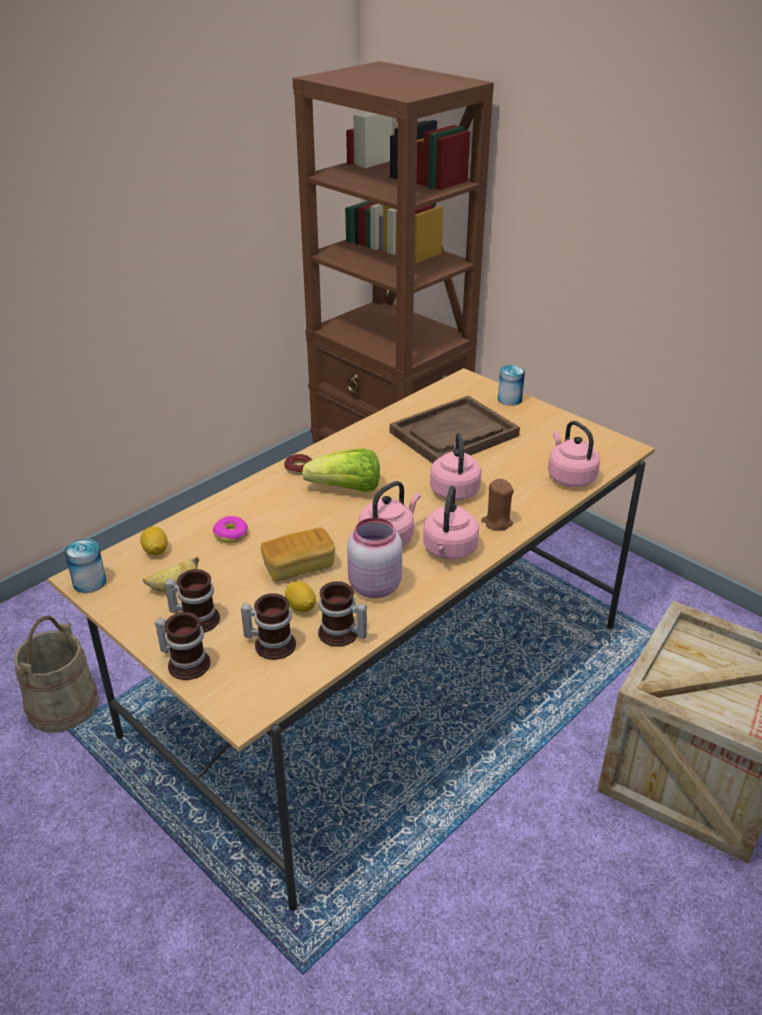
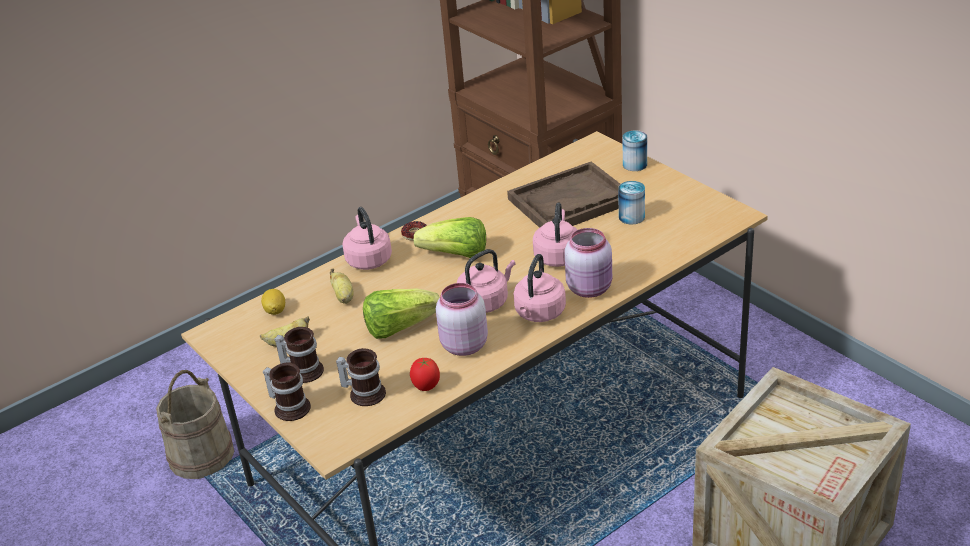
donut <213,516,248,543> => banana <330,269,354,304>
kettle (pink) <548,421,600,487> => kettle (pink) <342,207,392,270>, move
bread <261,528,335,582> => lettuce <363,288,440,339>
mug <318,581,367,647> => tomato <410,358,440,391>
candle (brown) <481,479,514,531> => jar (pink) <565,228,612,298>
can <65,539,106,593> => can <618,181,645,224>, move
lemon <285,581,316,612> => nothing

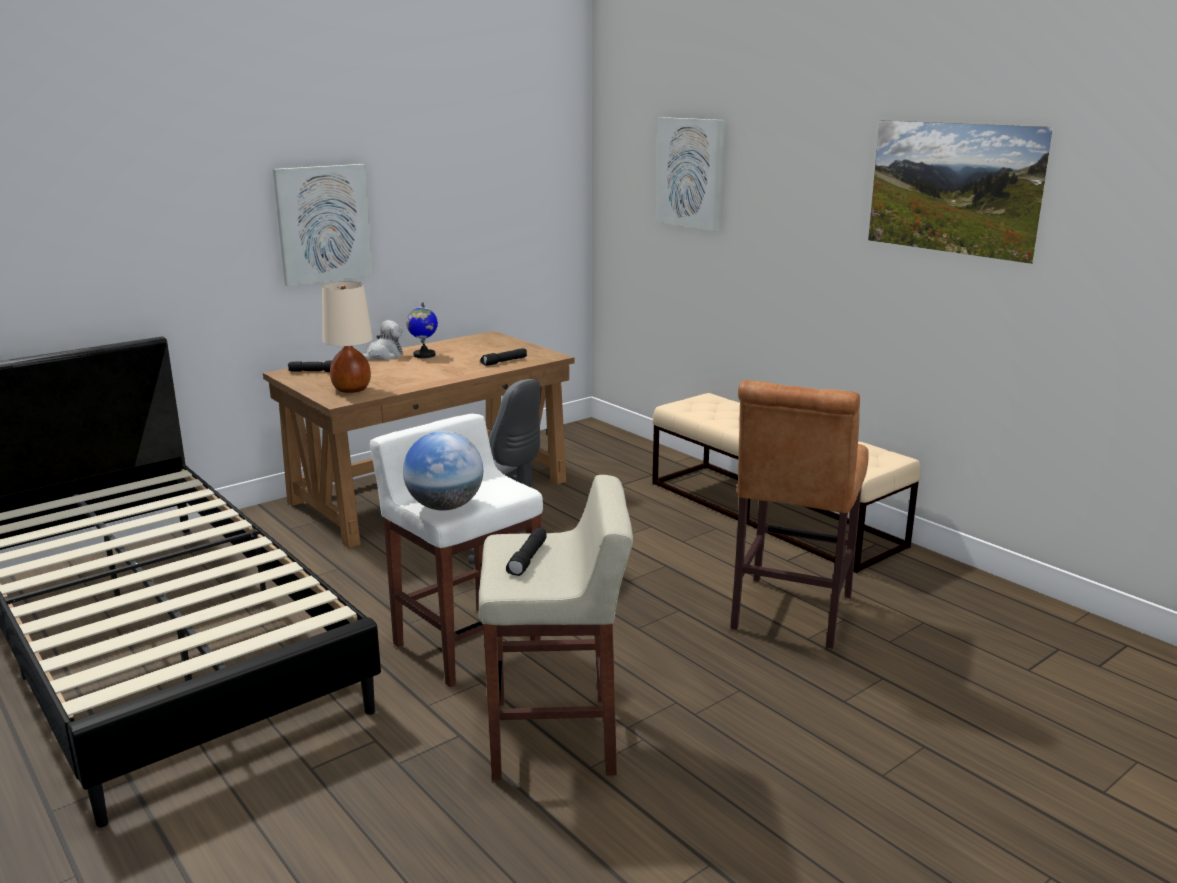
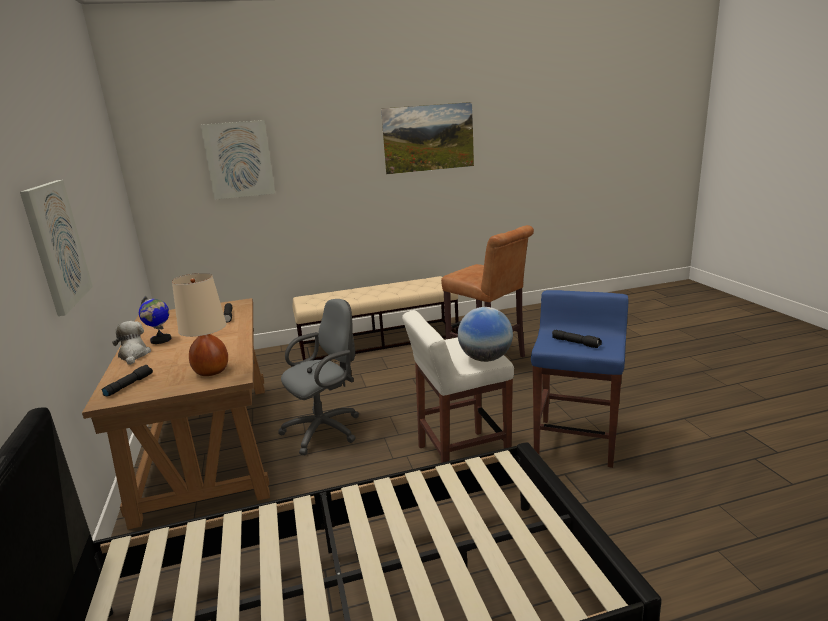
stool (beige) <479,475,633,780> => stool (blue) <531,290,628,468>

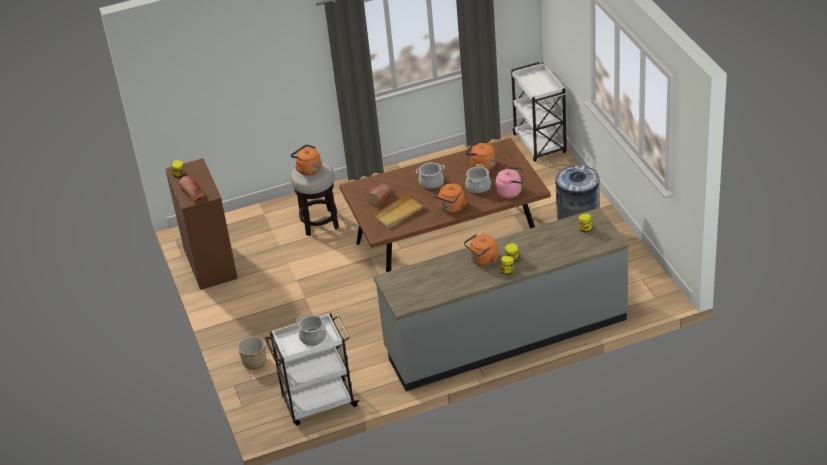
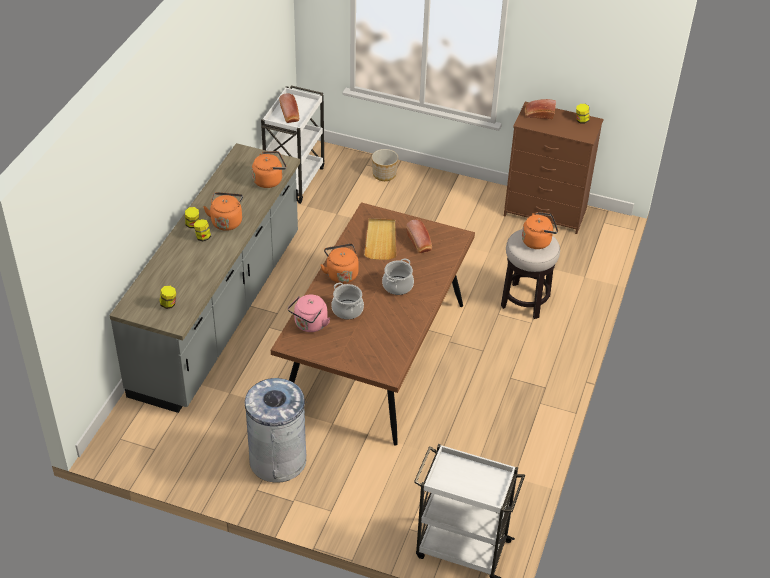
kettle (orange) <466,140,496,170> => kettle (orange) <252,151,287,188>, move
cooking pot <296,315,327,346> => bread <279,93,299,123>

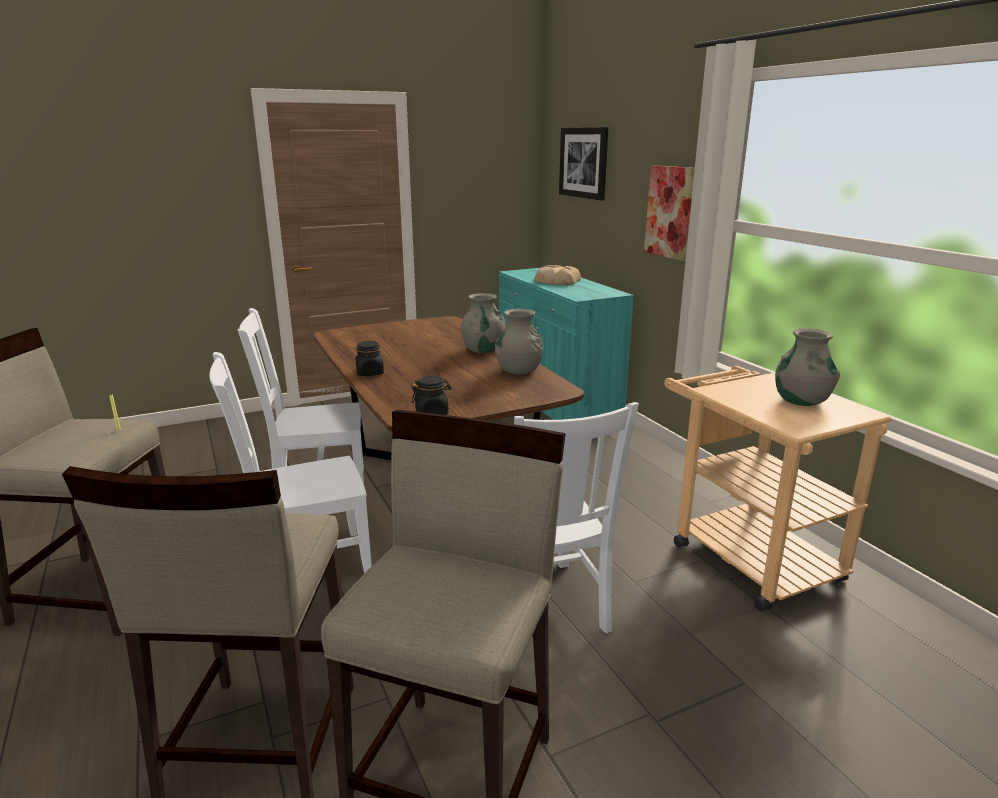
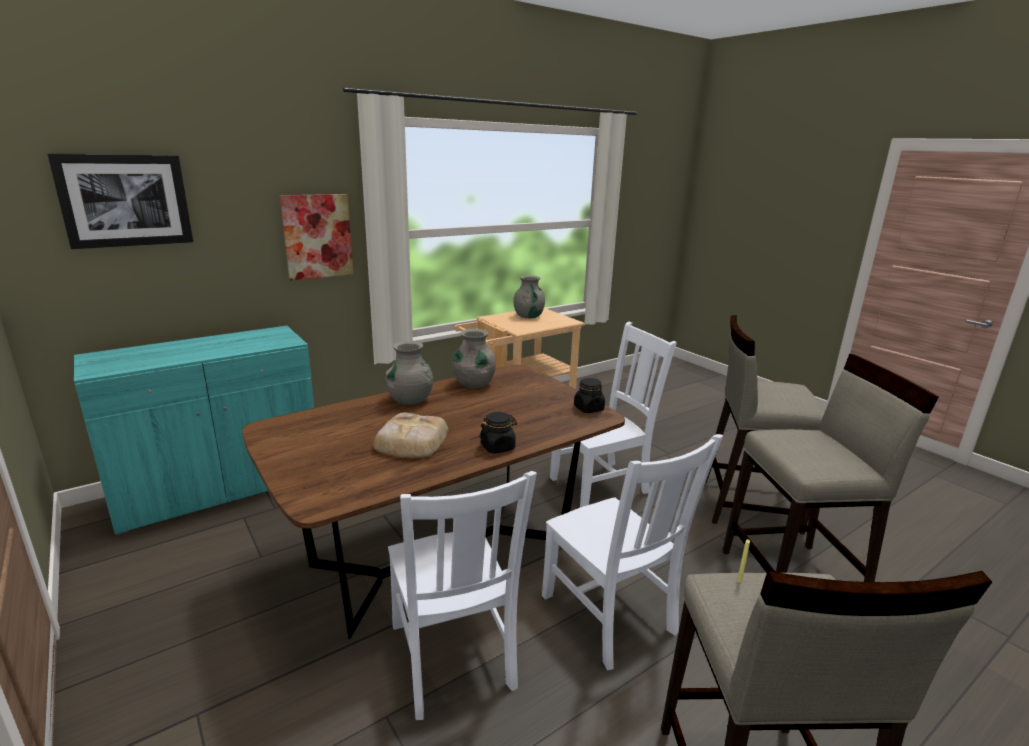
bread <534,265,581,285> => bread <373,412,448,458>, move

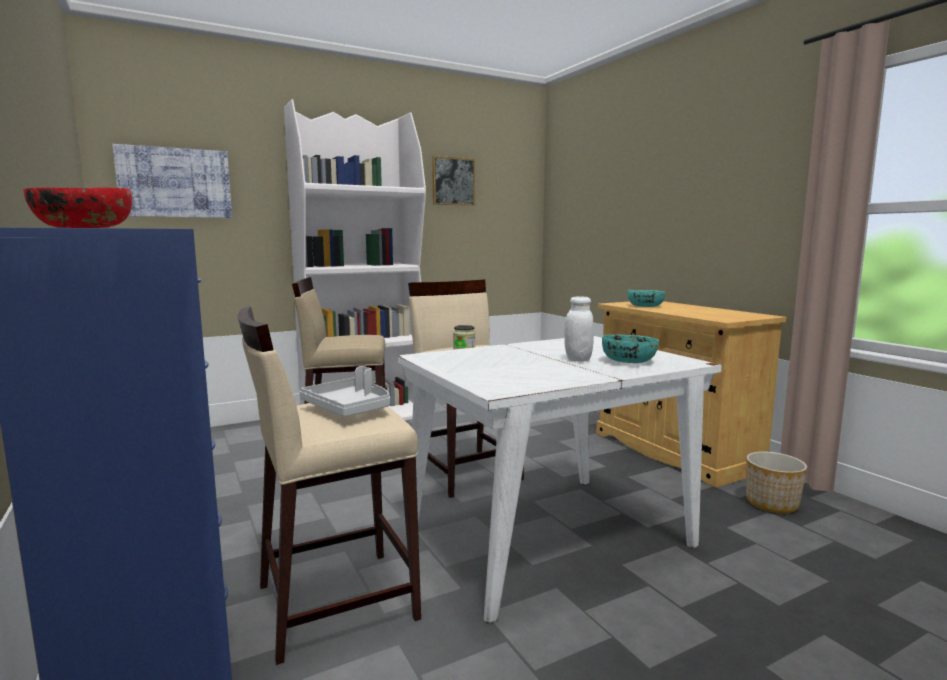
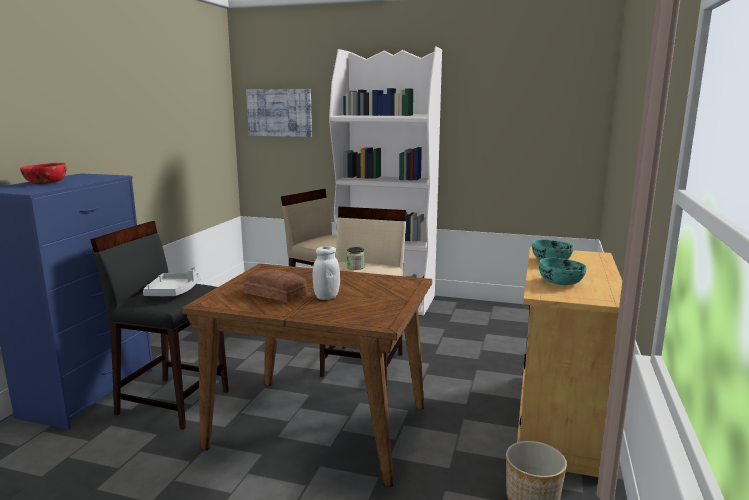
stool (beige) <238,306,421,665> => stool (black) <90,221,229,430>
dining table (white) <397,336,722,623> => dining table (brown) <181,263,432,487>
nothing => bread <244,269,308,303>
bowl (turquoise) <602,335,659,363> => bowl (turquoise) <539,258,587,285>, move
picture <432,156,475,206> => nothing

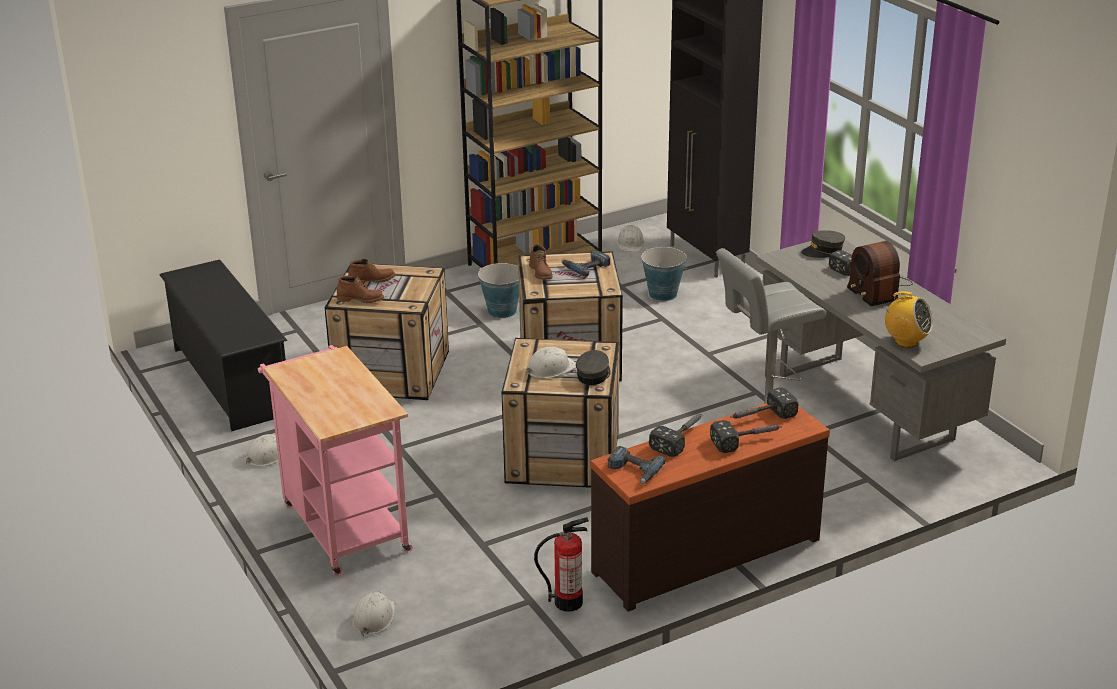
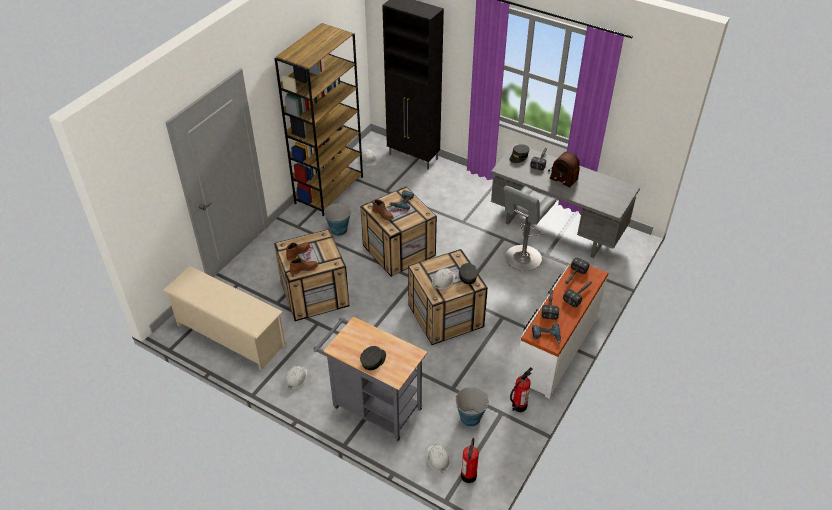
shoe rack (black) <159,260,287,431> => shoe rack (beige) <162,266,286,370>
cart (pink) <258,345,413,576> => cart (grey) <313,317,428,442>
nothing => cap (grey) <360,346,386,370>
bucket <641,247,687,301> => bucket <455,387,489,427>, move
nothing => fire extinguisher <461,438,479,483>
dresser (brown) <590,403,830,612> => dresser (white) <515,259,608,399>
radio <882,291,933,348> => nothing

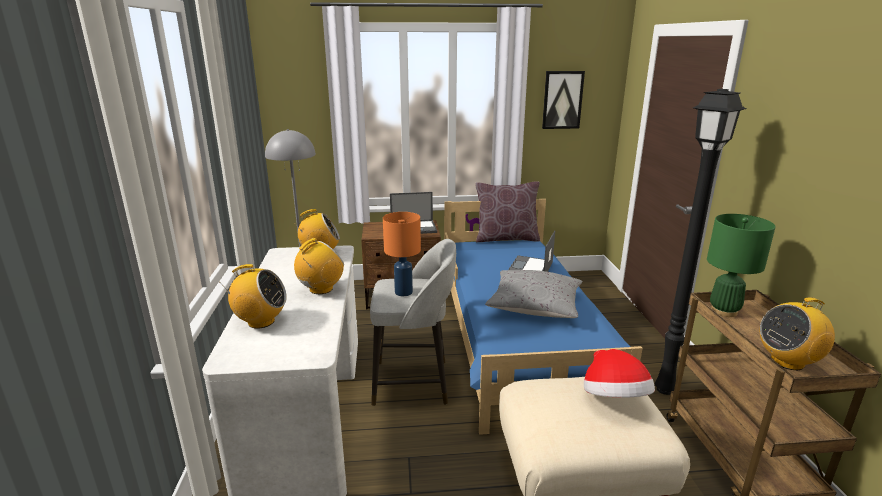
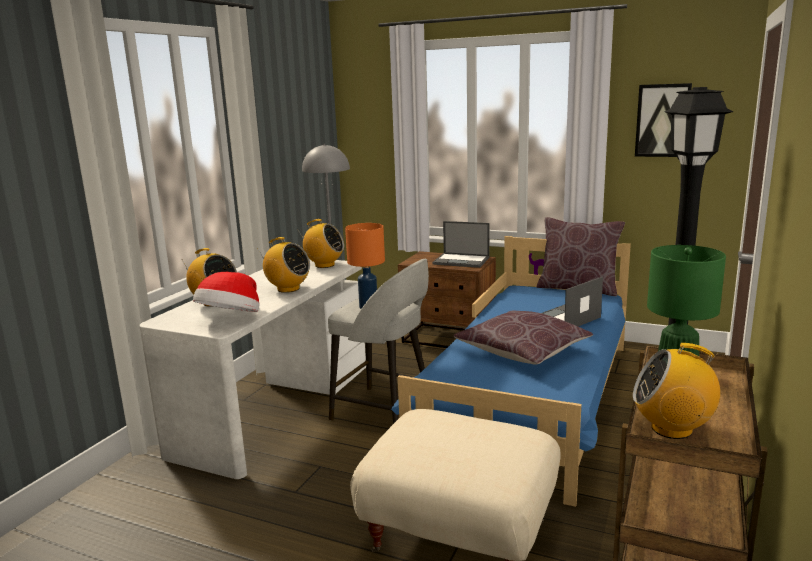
hat <584,349,655,398> => hat <193,272,260,312>, move
radio <294,238,344,294> => radio <257,237,310,293>, 45 degrees clockwise
pillow (grey) <485,270,582,318> => pillow (brown) <453,310,593,365>

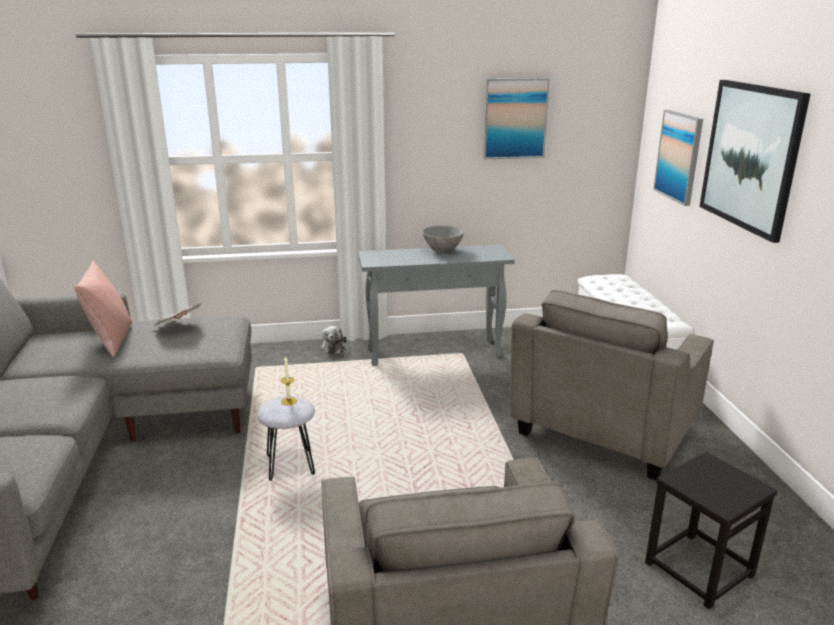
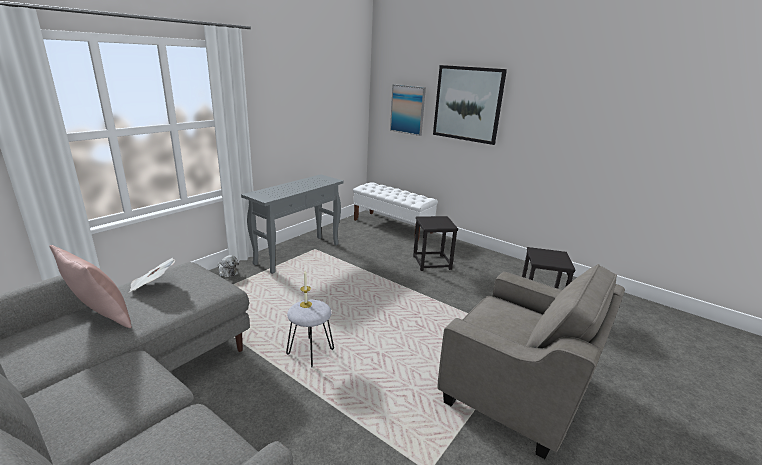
armchair (grey) <510,290,714,480> => stool (black) <413,216,458,271>
bowl (grey) <423,226,464,253> => nothing
picture <483,78,550,159> => nothing

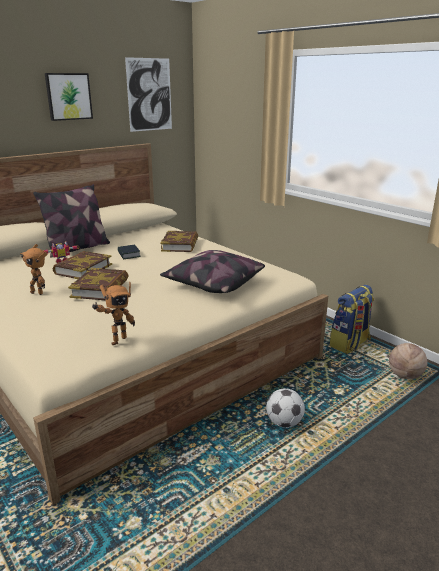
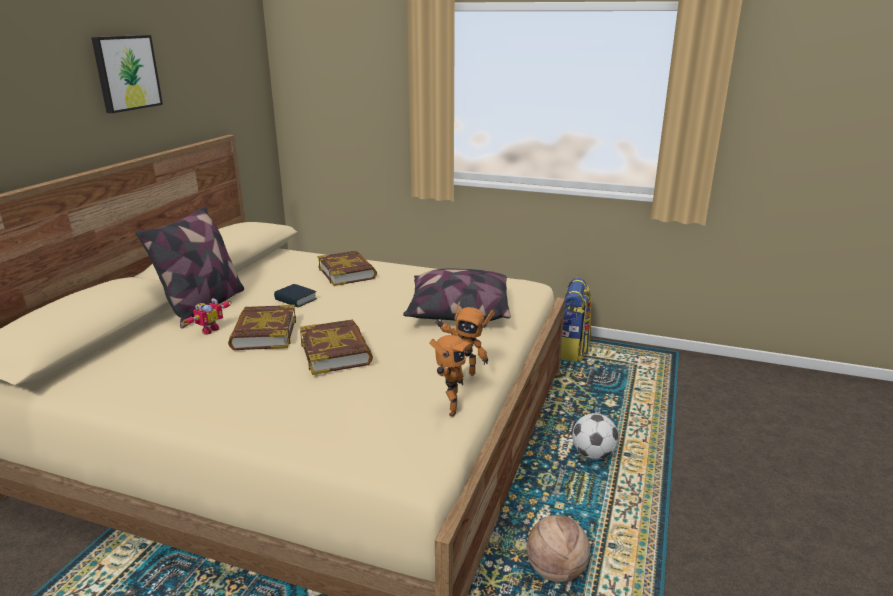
toy robot <20,244,48,295> => toy robot <435,302,495,376>, move
basketball <389,343,427,379> => basketball <527,515,590,582>, move
picture <125,57,172,132> => nothing

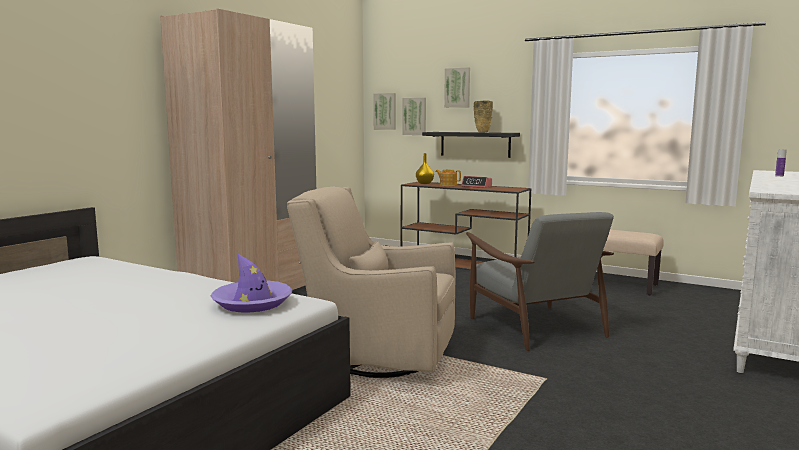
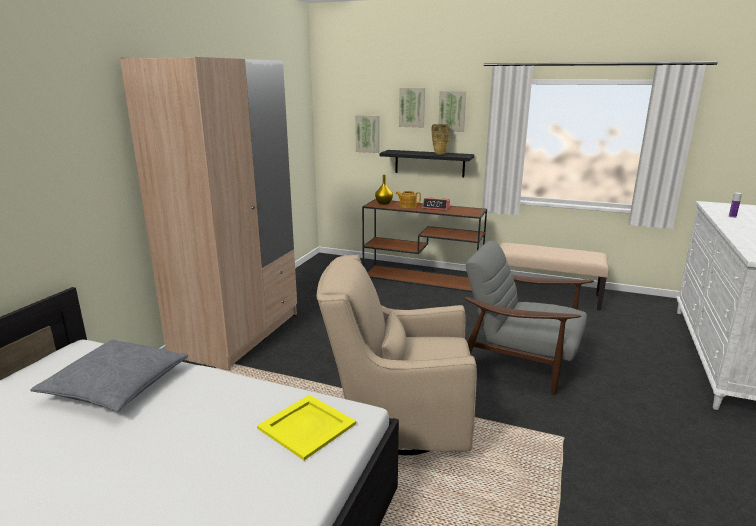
nothing => pillow (grey) <30,340,188,412>
hat (purple) <211,254,293,313> => tray (yellow) <257,395,356,460>
picture <373,93,396,130> => picture <438,91,466,132>, move
armchair (grey) <466,212,614,351> => armchair (grey) <464,241,594,395>, 150 degrees clockwise

